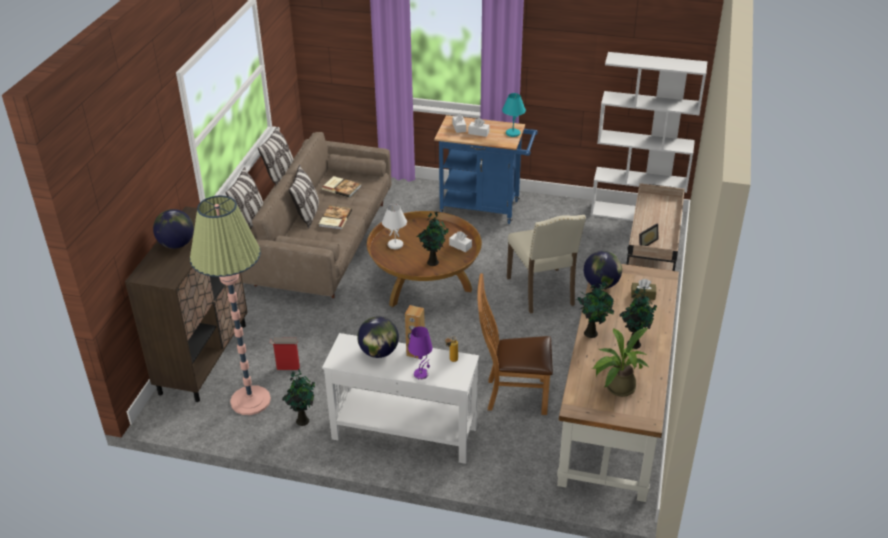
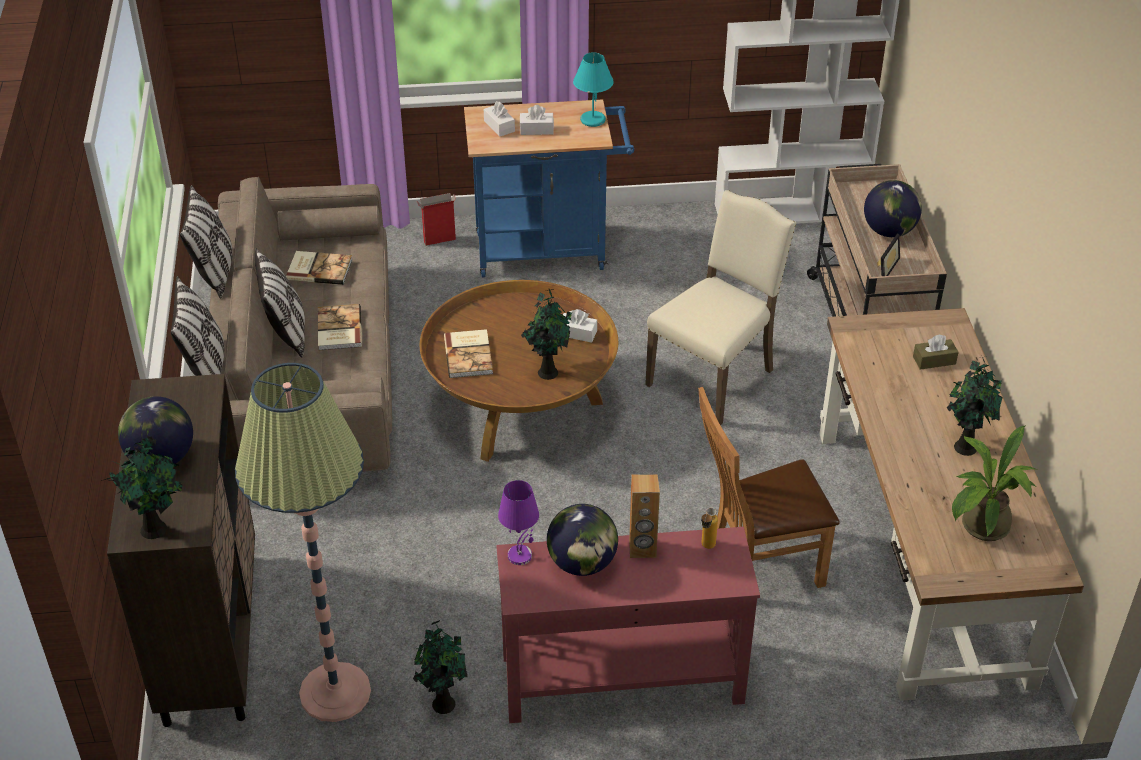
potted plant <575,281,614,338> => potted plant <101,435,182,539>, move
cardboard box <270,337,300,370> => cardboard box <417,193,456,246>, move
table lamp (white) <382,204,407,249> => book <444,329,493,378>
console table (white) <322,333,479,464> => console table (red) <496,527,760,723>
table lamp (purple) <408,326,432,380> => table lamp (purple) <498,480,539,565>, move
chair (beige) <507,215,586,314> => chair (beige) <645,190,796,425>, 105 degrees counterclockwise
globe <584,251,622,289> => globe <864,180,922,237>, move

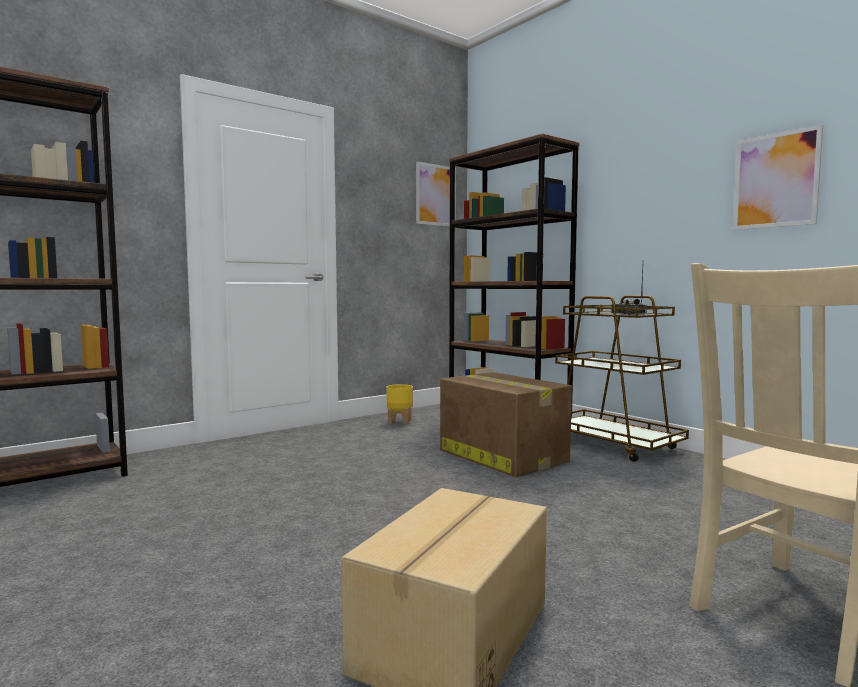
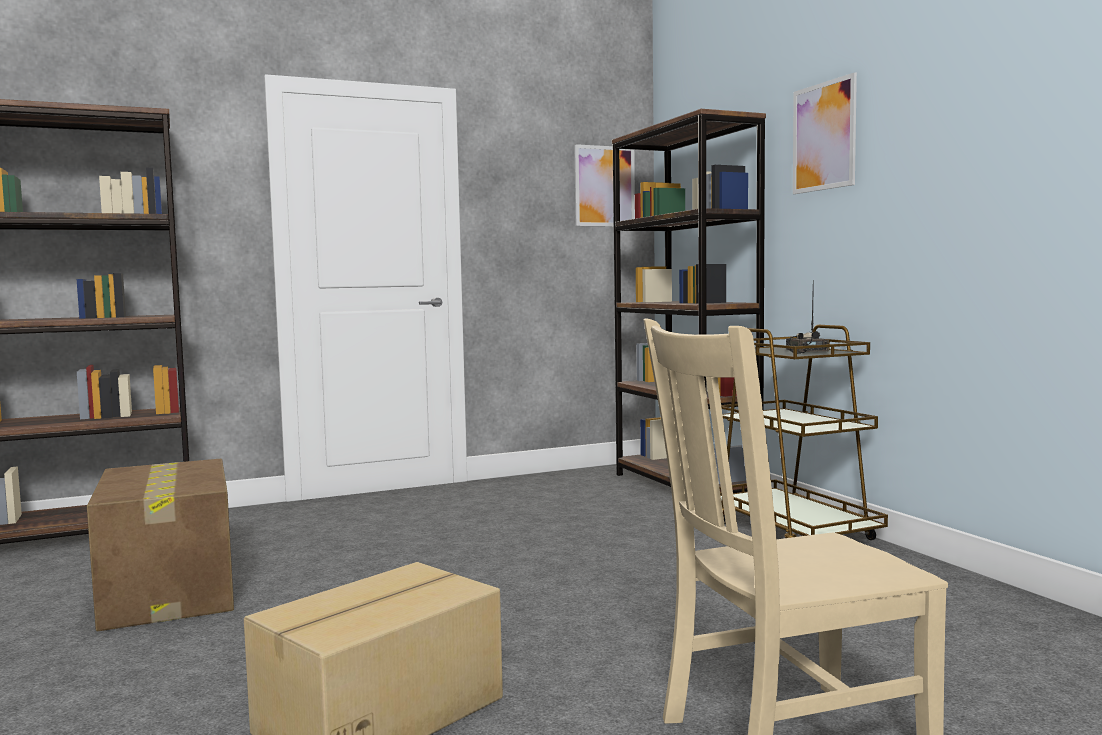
cardboard box <440,372,572,477> => cardboard box <87,459,234,631>, move
picture <733,124,823,230> => picture <793,72,857,194>, move
planter (yellow) <387,384,413,425> => nothing

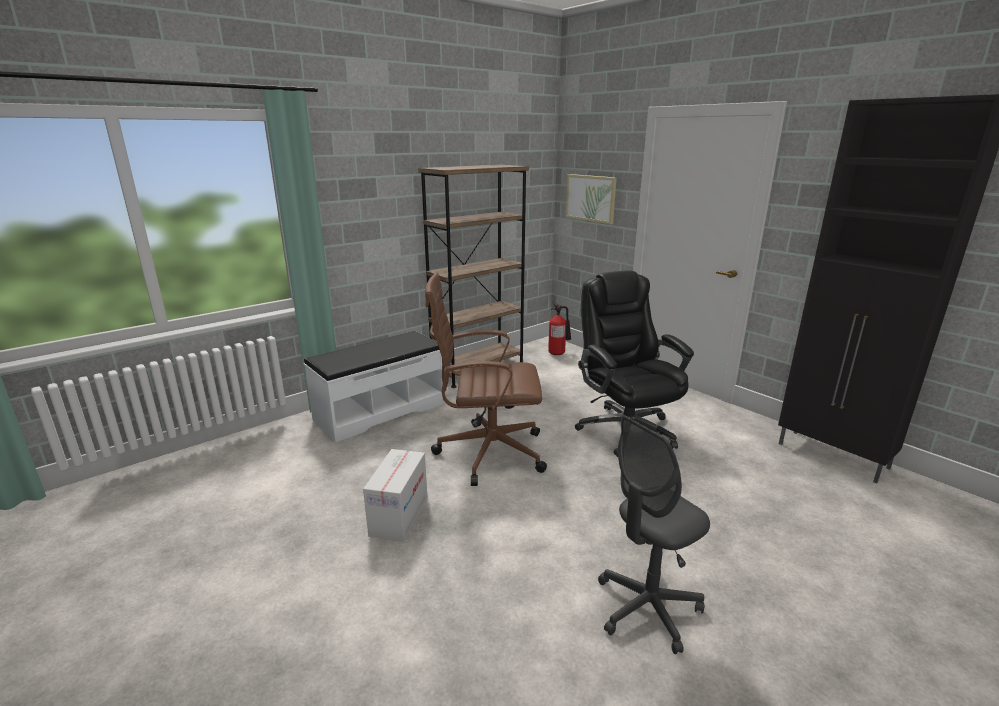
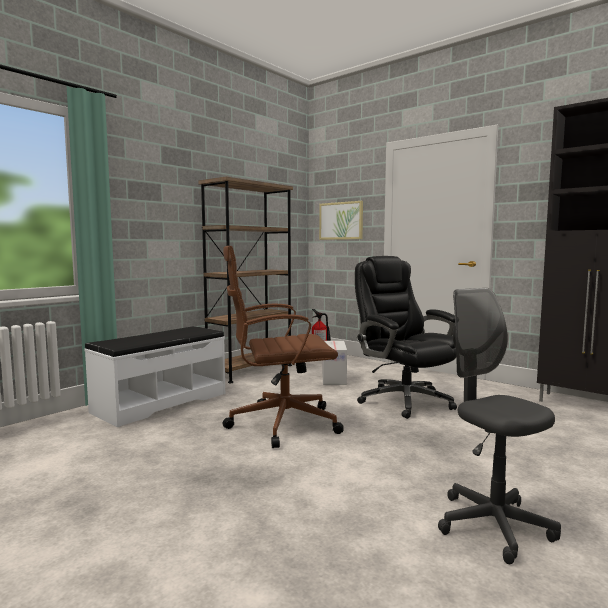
cardboard box <363,449,427,542> => cardboard box <322,341,347,385>, move
office chair (grey) <598,415,710,654> => office chair (grey) <438,288,561,564>, 105 degrees clockwise

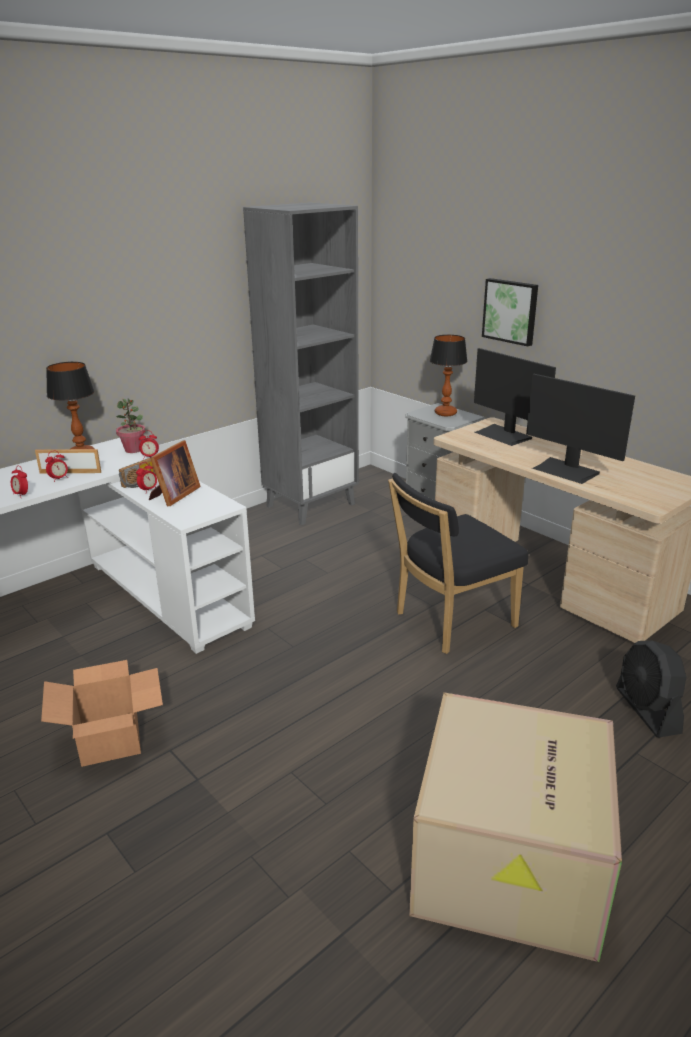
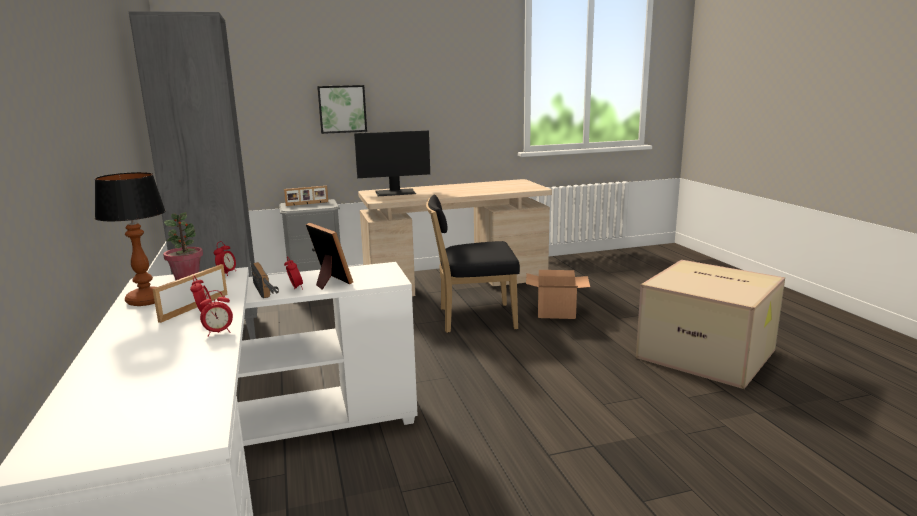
table lamp <430,335,468,416> => picture frame <284,186,328,206>
chair (black) <388,473,528,654> => chair (black) <426,194,520,333>, 90 degrees clockwise
cardboard box <41,660,163,767> => cardboard box <526,270,590,319>, move
monitor <526,374,635,484> => nothing
fan (black) <616,641,686,738> => nothing

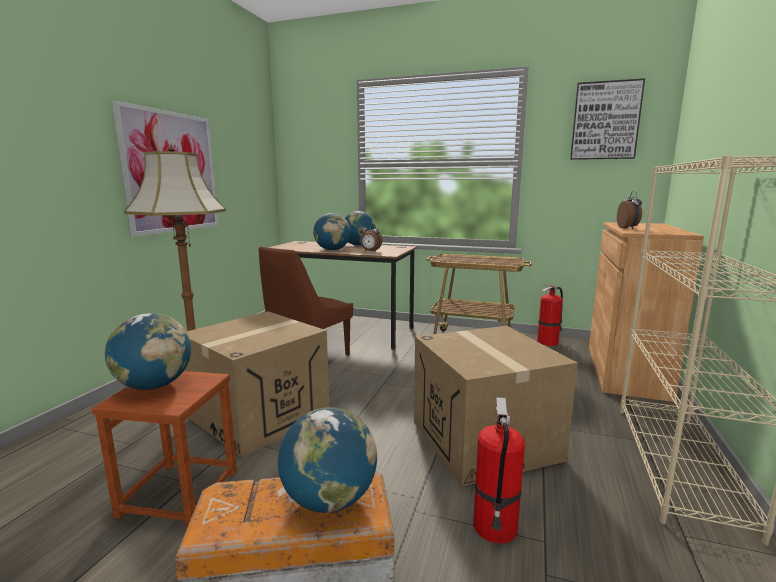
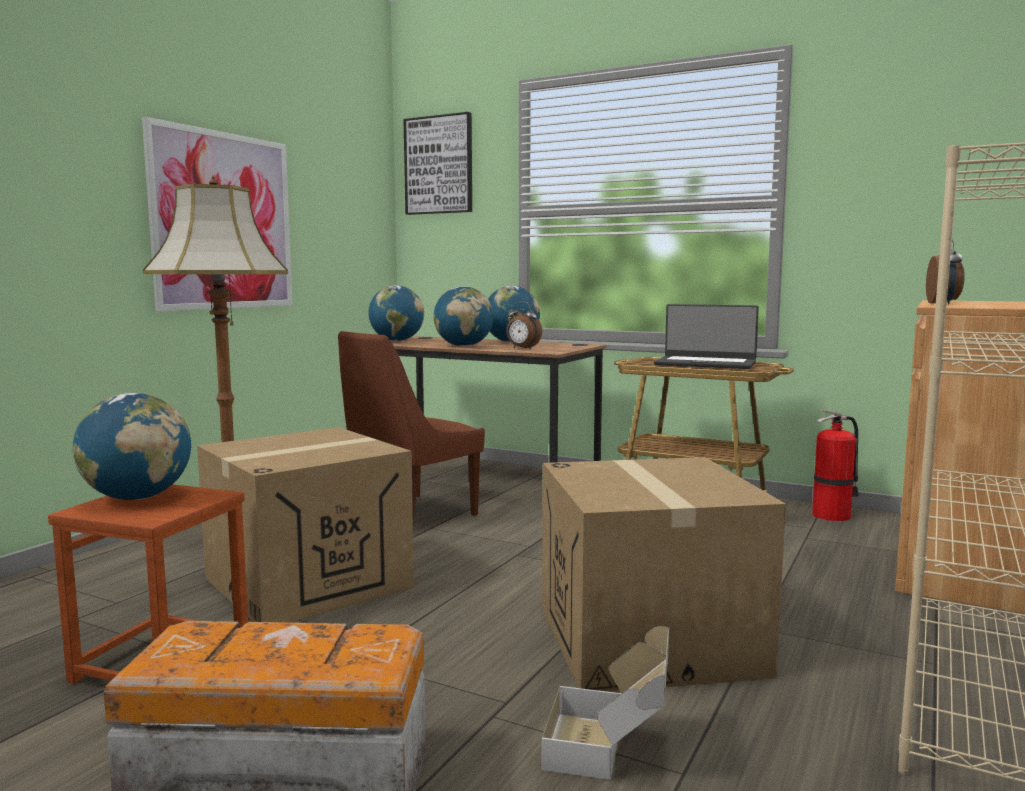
globe <278,407,377,513> => globe <368,285,424,341>, move
picture <570,78,645,160> => picture <404,112,472,215>, move
fire extinguisher <473,397,525,544> => cardboard box <541,626,669,780>
nothing => laptop <654,304,759,369>

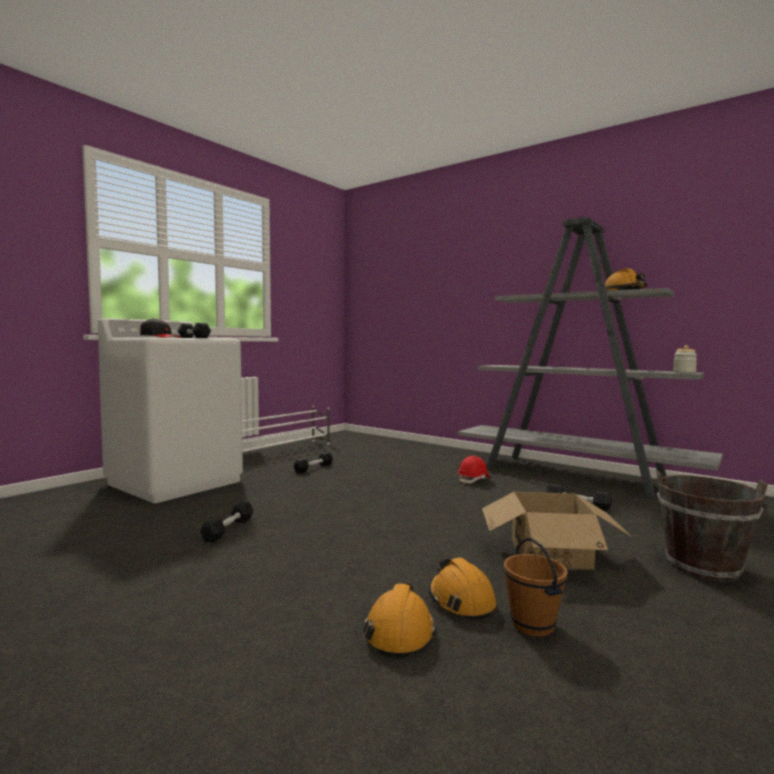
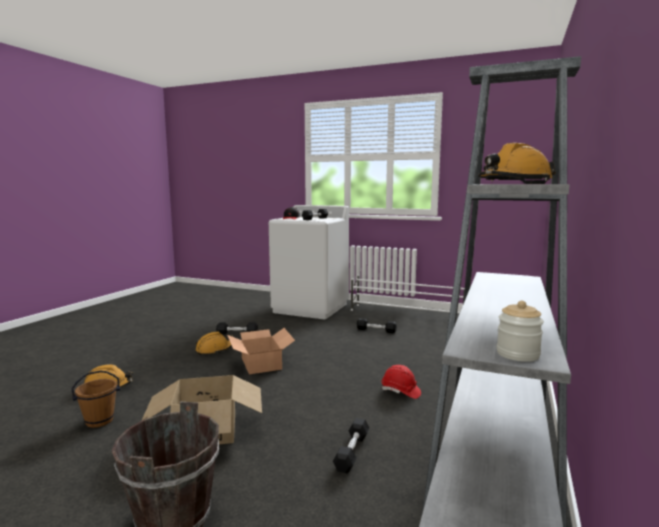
hard hat (orange) <429,558,496,620> => hard hat (orange) <195,331,233,355>, move
nothing => cardboard box <227,328,295,374>

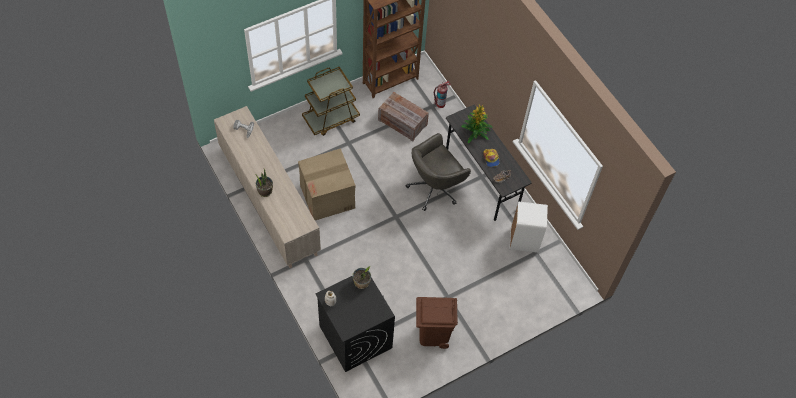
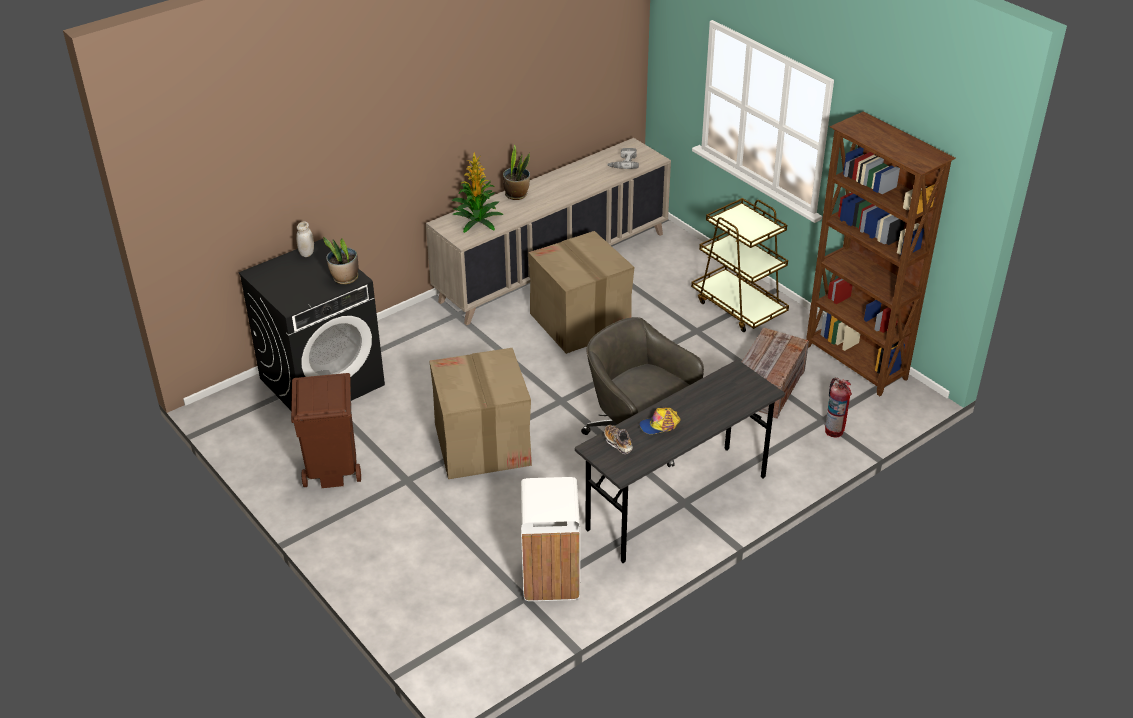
nothing => cardboard box <429,348,532,479>
potted plant <461,104,492,143> => potted plant <451,152,503,233>, move

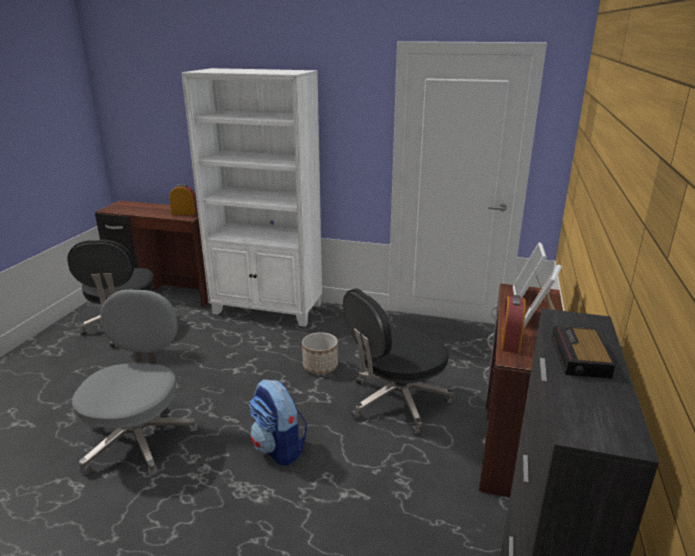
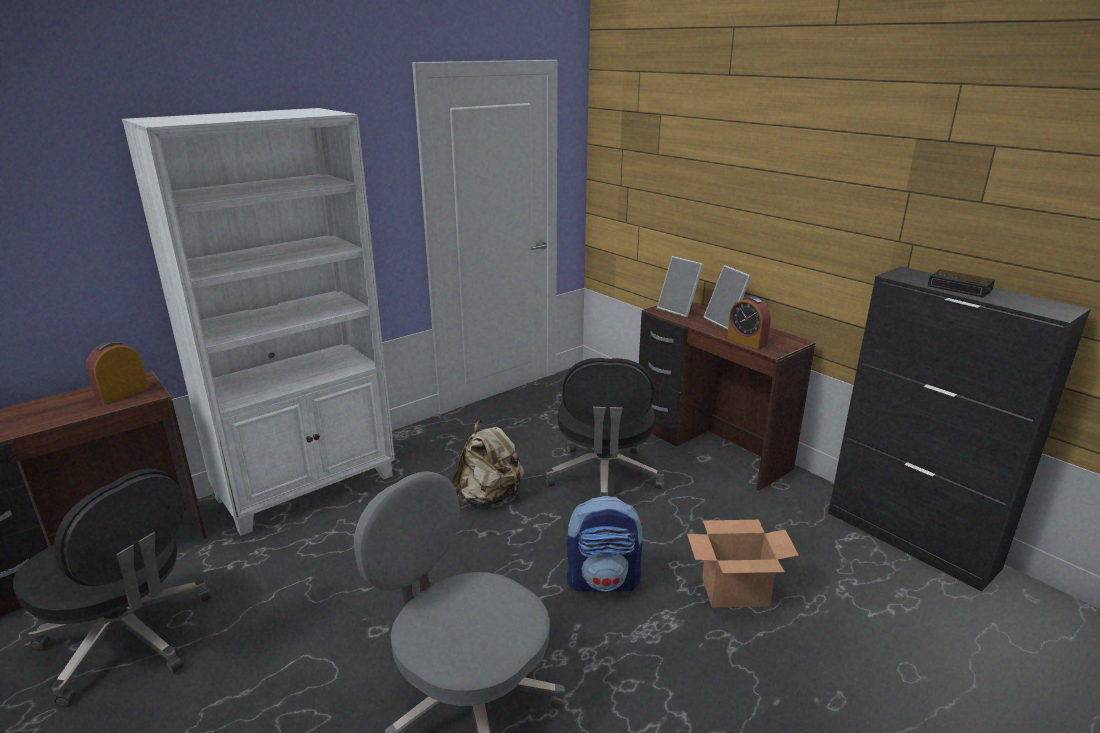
planter <302,332,338,374> => backpack (beige) <452,420,524,506>
nothing => cardboard box <687,520,799,607>

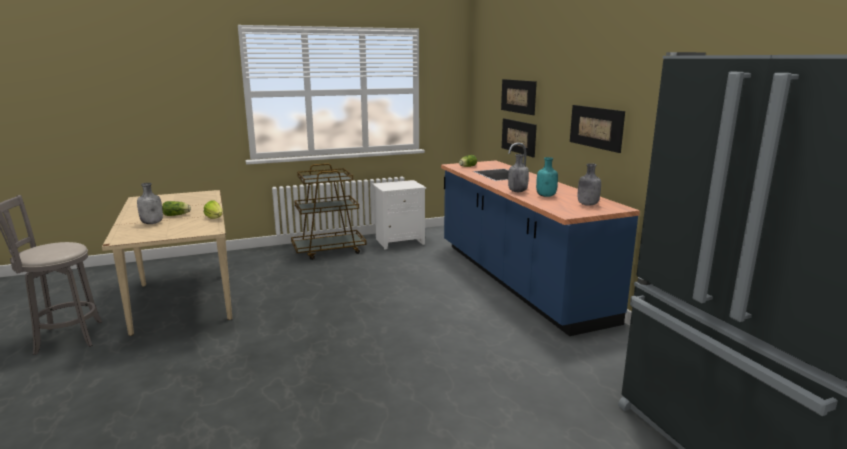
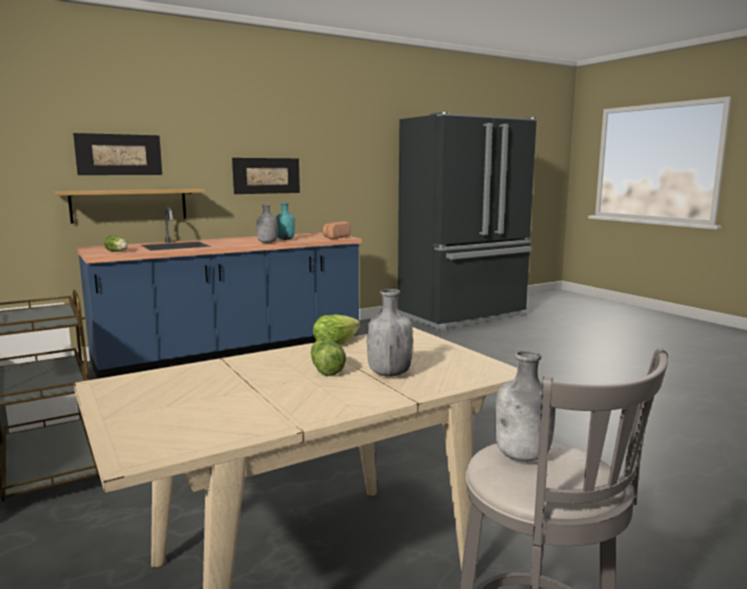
picture <502,118,537,158> => shelf <53,189,205,224>
nothing => bread <322,222,351,239>
bottle (grey) <578,163,601,206> => bottle (grey) <495,350,555,461>, move

